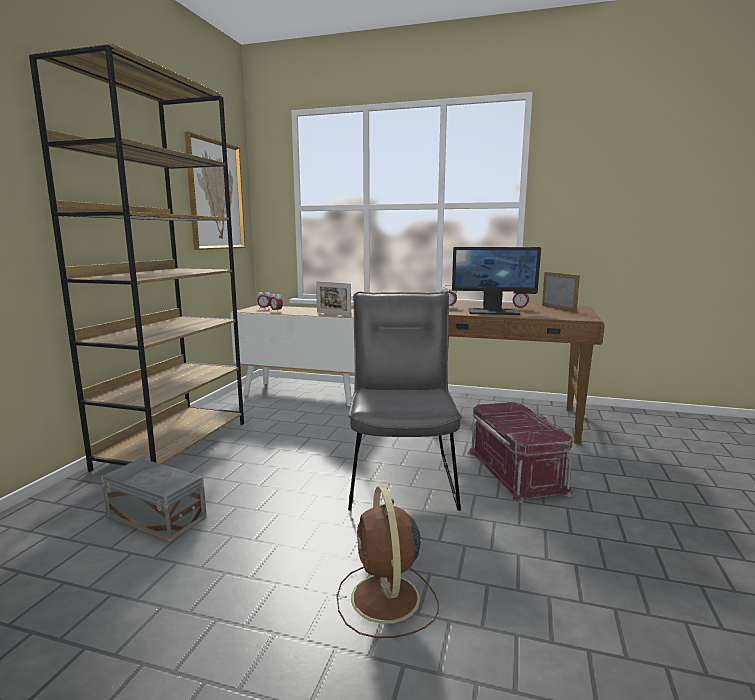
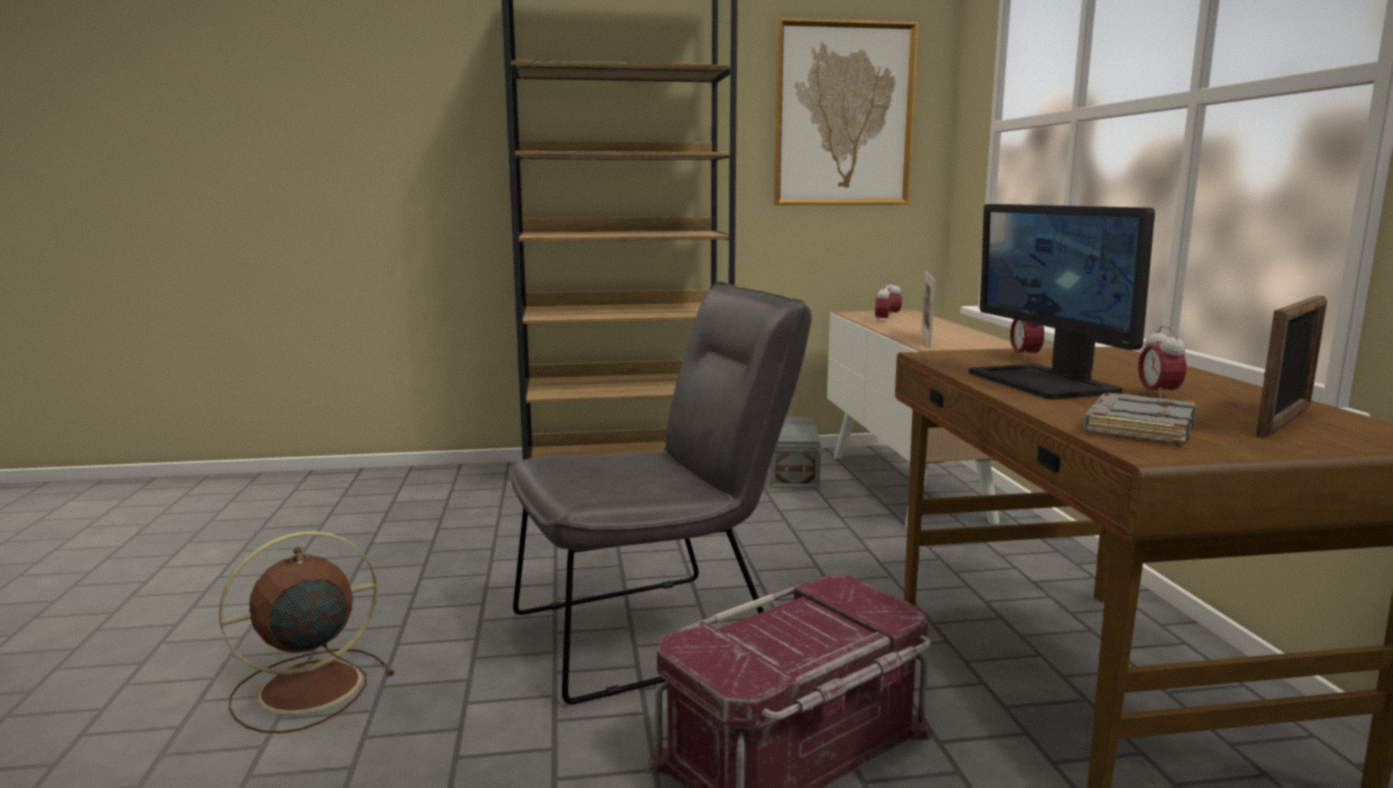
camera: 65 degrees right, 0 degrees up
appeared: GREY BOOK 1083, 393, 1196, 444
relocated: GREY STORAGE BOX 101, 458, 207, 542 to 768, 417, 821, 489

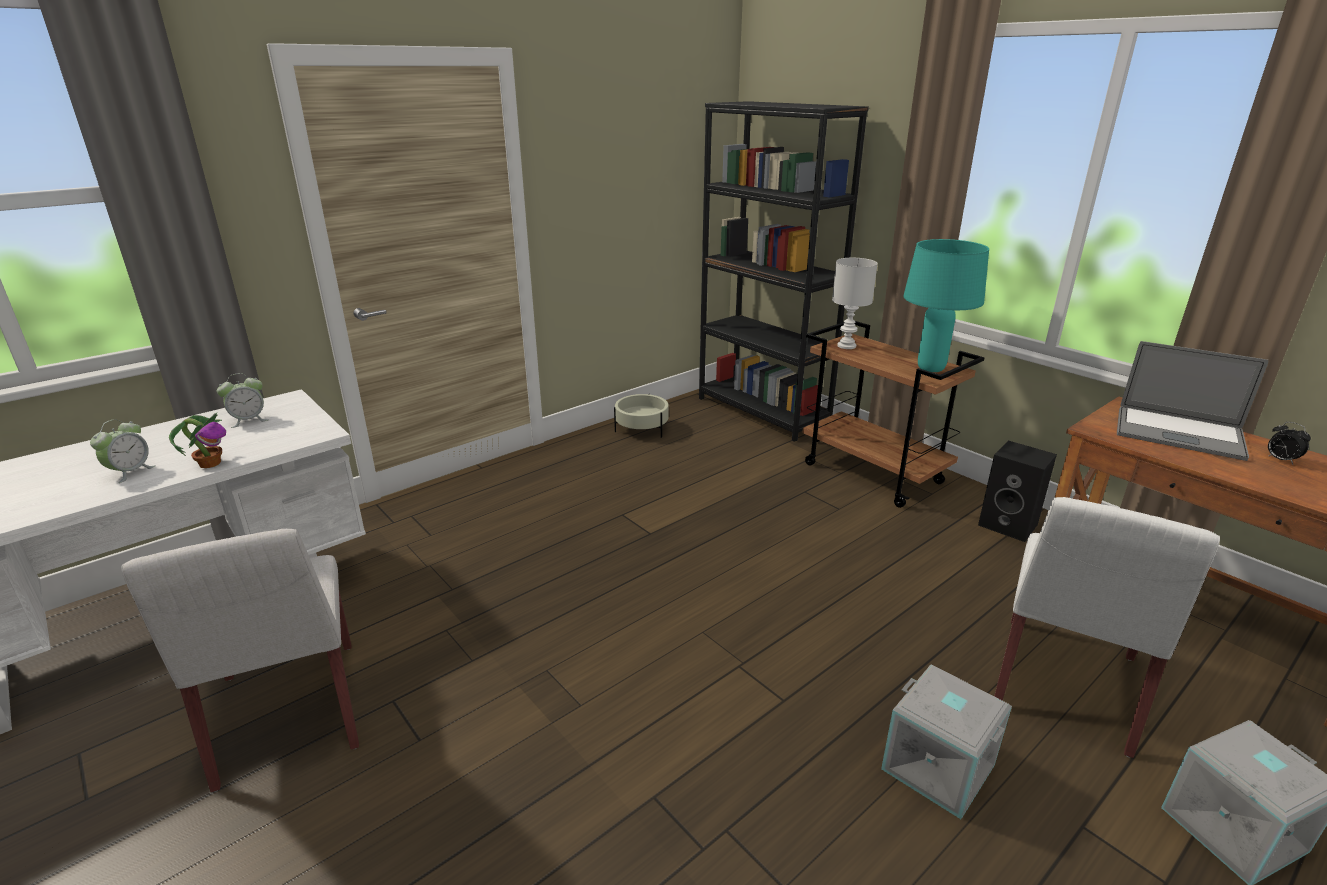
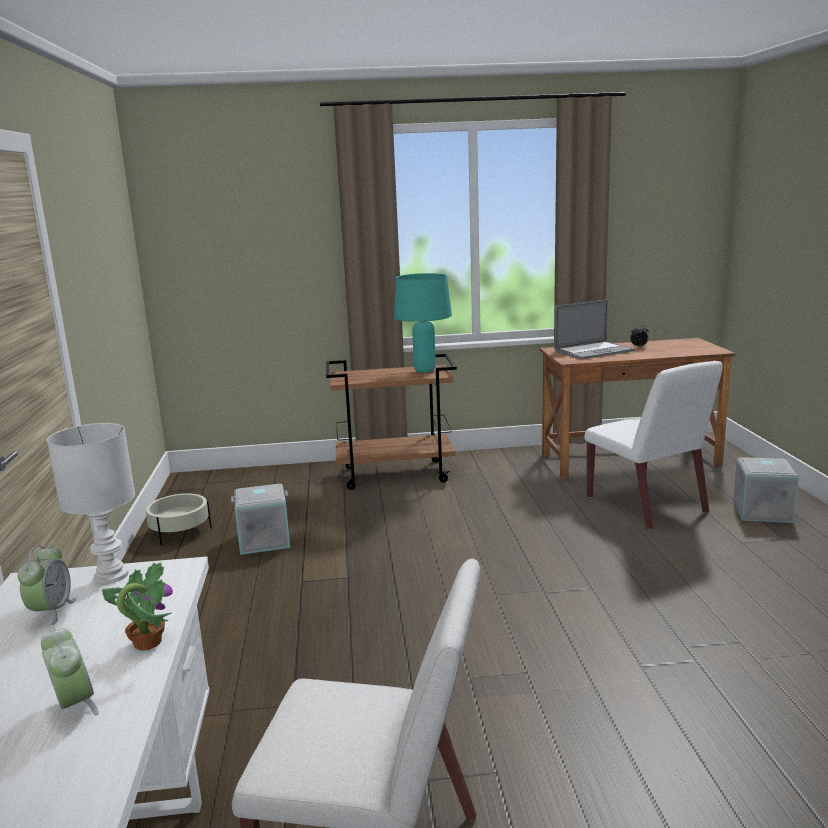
camera: 55 degrees left, 10 degrees down
missing: BLACK BOOKCASE 699, 101, 869, 442; BLACK SPEAKER 978, 440, 1057, 542
relocated: WHITE TABLE LAMP 832, 258, 878, 349 to 47, 423, 135, 584; GREY STORAGE BOX 881, 664, 1012, 819 to 231, 484, 290, 555

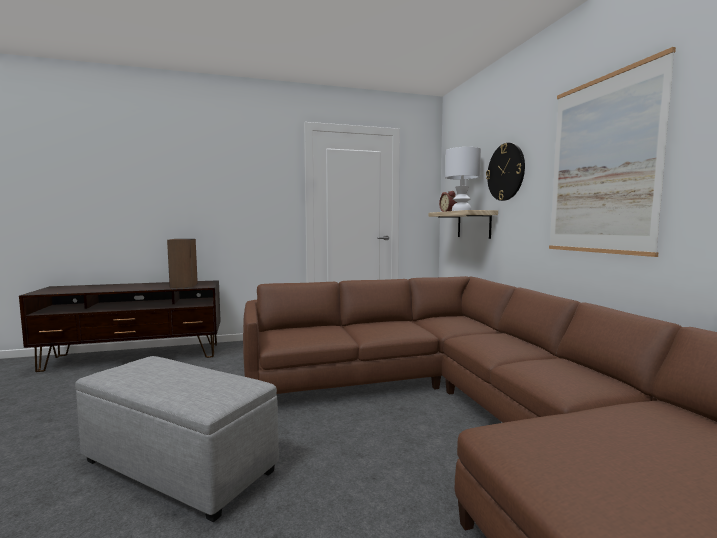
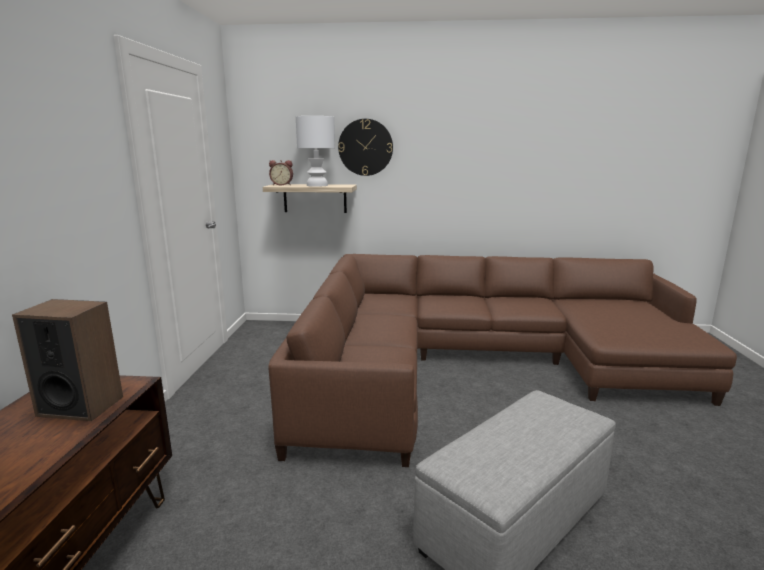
camera: 70 degrees left, 10 degrees up
missing: PICTURE 549, 47, 676, 257

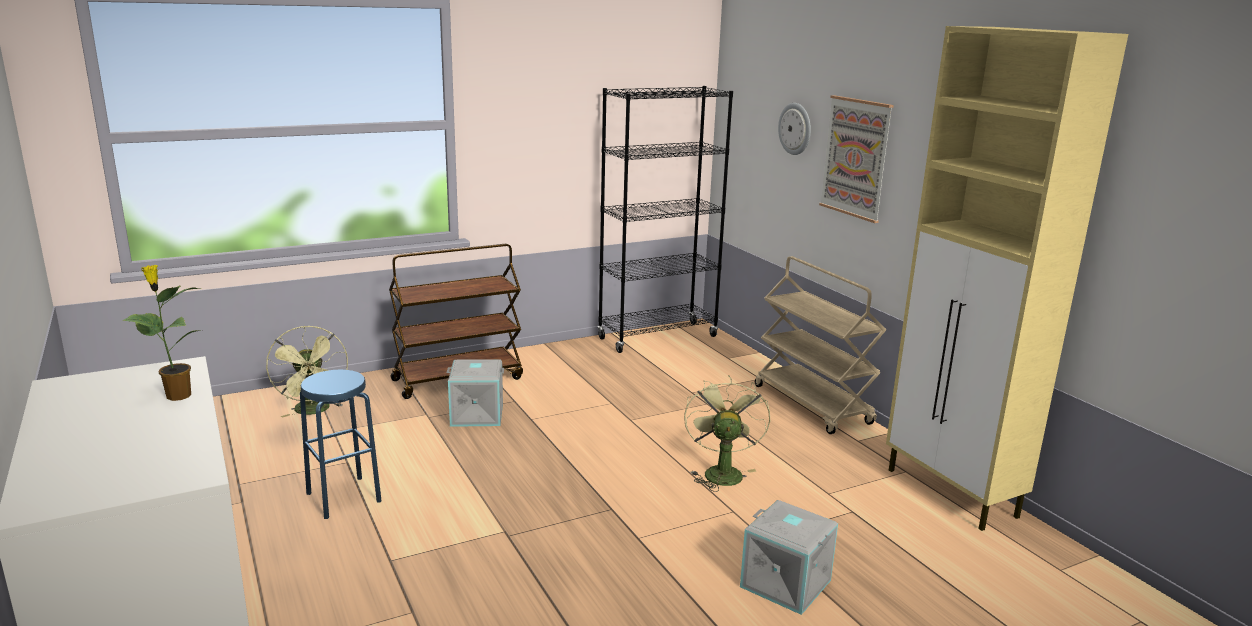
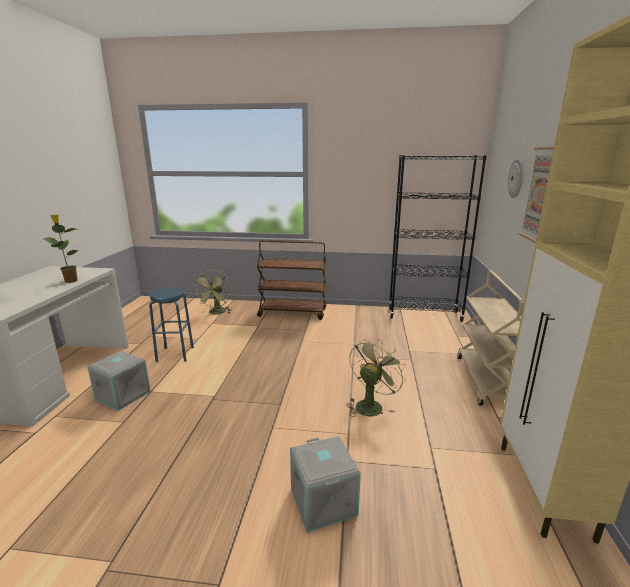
camera: 35 degrees right, 0 degrees up
relocated: GREY STORAGE BOX 447, 359, 504, 427 to 87, 351, 151, 411

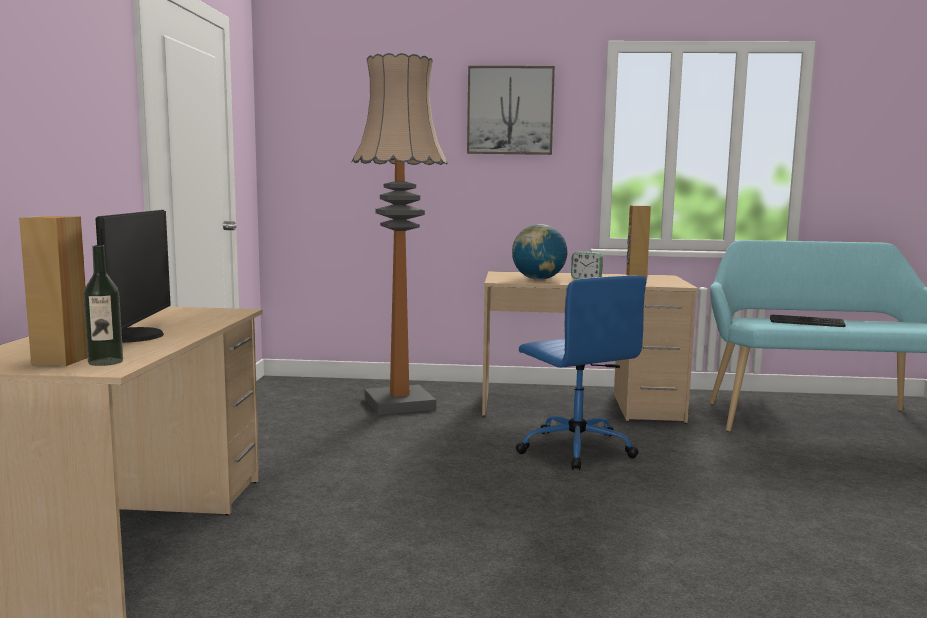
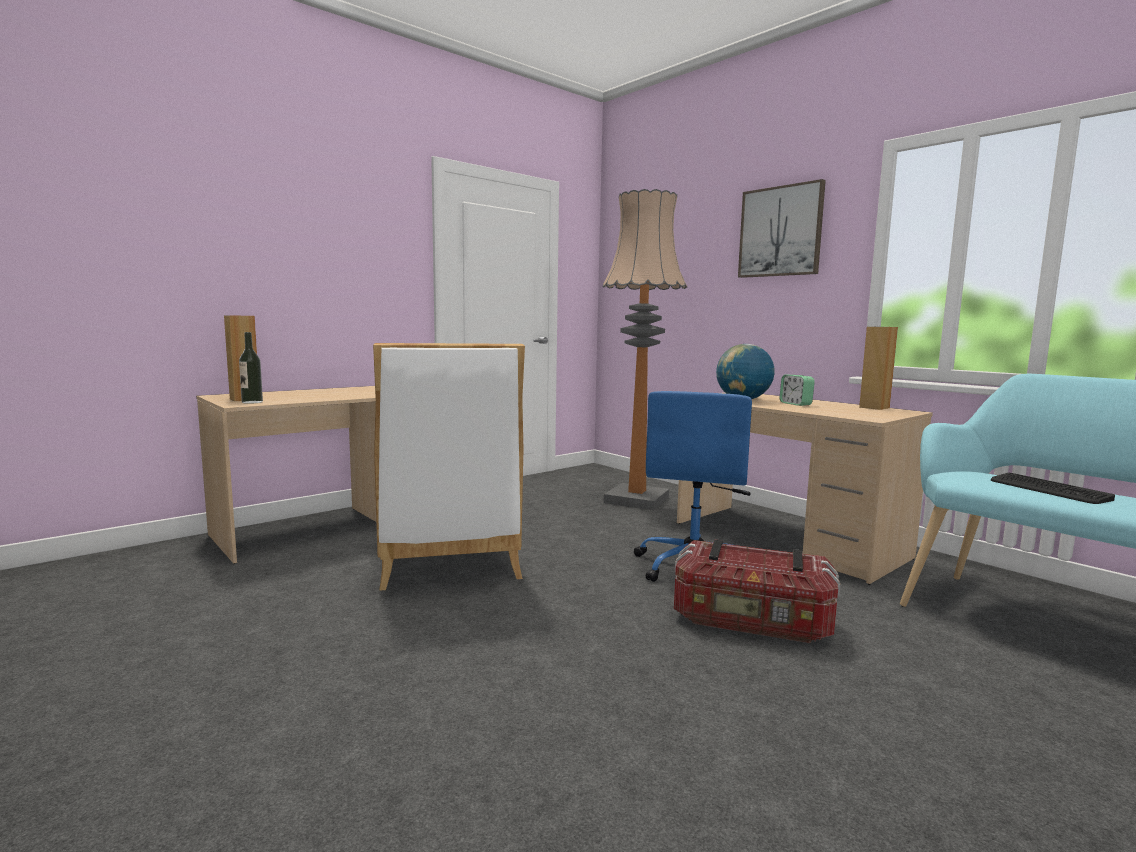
camera: 45 degrees right, 0 degrees up
missing: MONITOR 96, 210, 171, 343
appeared: WHITE CHAIR 373, 343, 525, 591; STORAGE BOX 674, 540, 840, 643

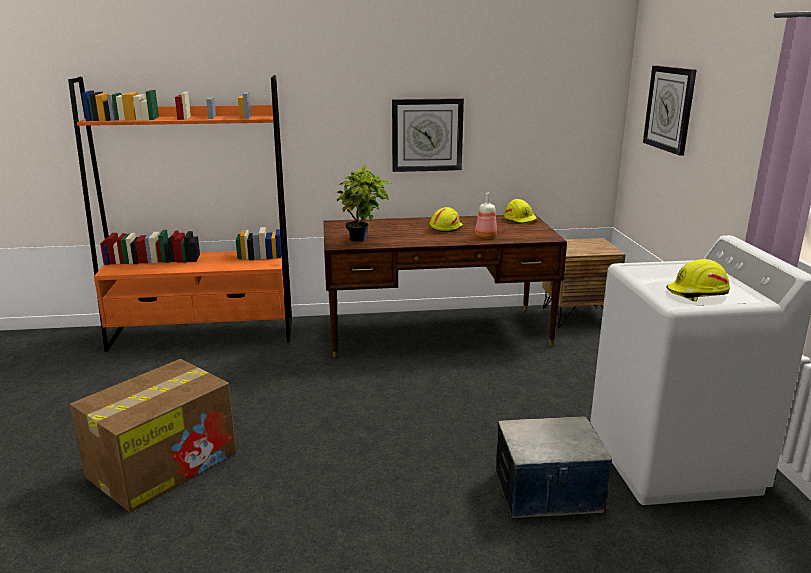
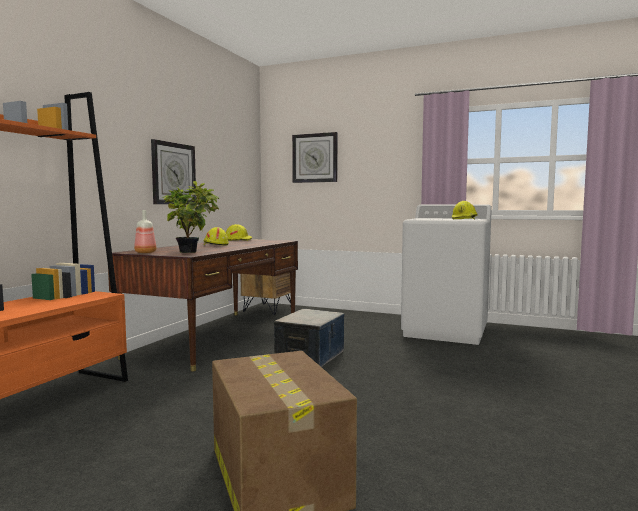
camera: 60 degrees left, 15 degrees down
relocated: BOTTLE 475, 193, 497, 238 to 134, 210, 156, 253; STORAGE BOX 496, 416, 612, 518 to 274, 309, 345, 367

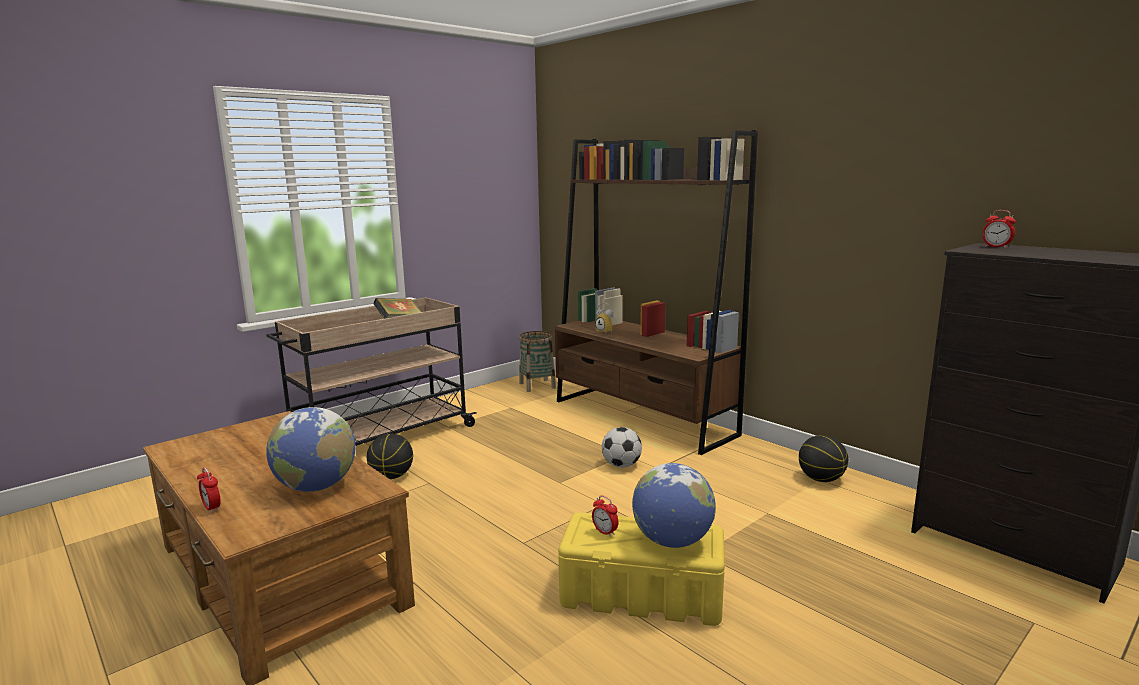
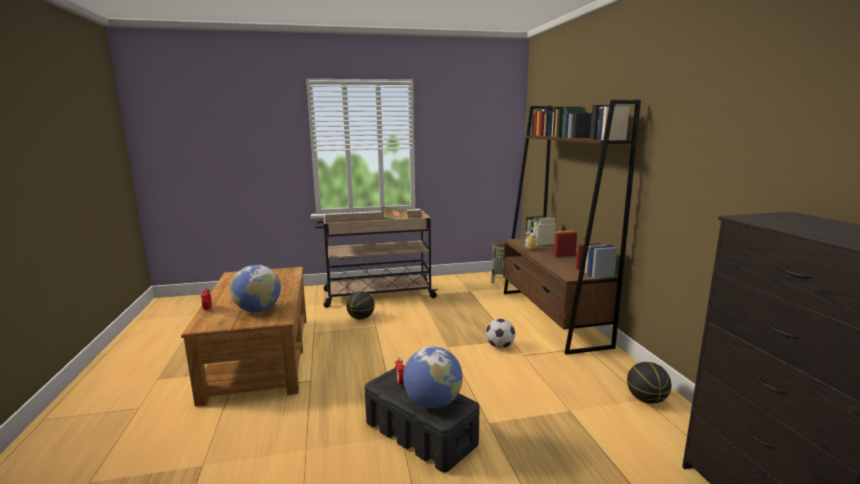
camera: 30 degrees right, 0 degrees up
missing: ALARM CLOCK 982, 210, 1016, 248
colour: YELLOW STORAGE BOX 558, 512, 725, 626 to BLACK STORAGE BOX 365, 368, 480, 472

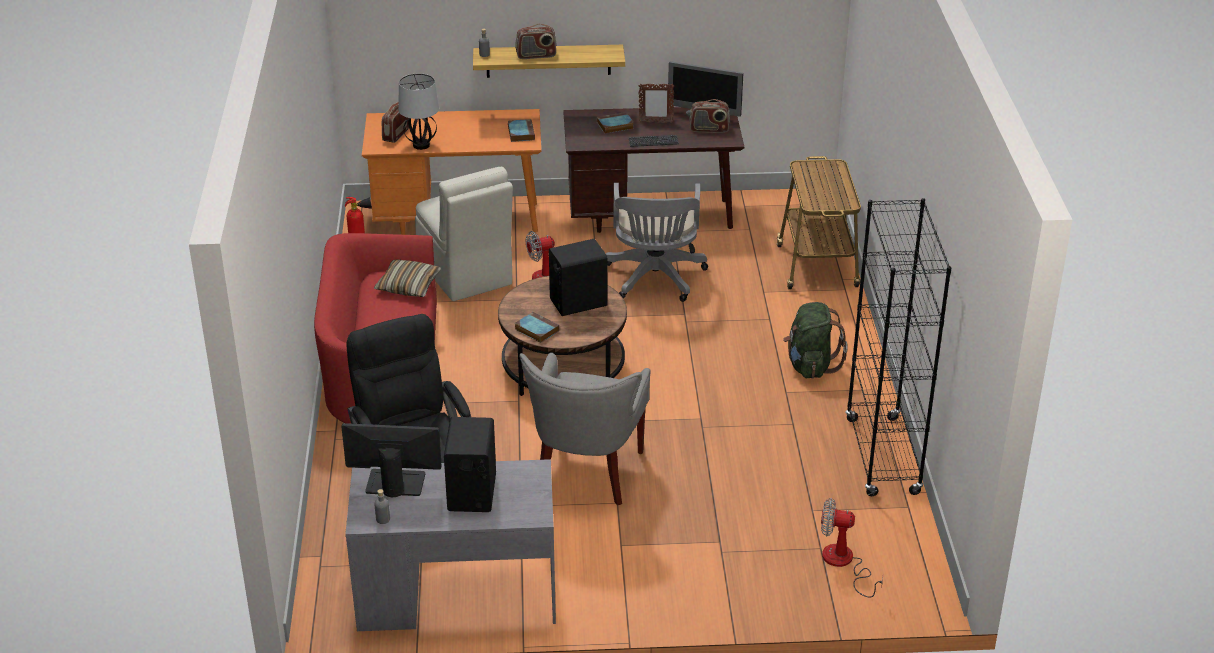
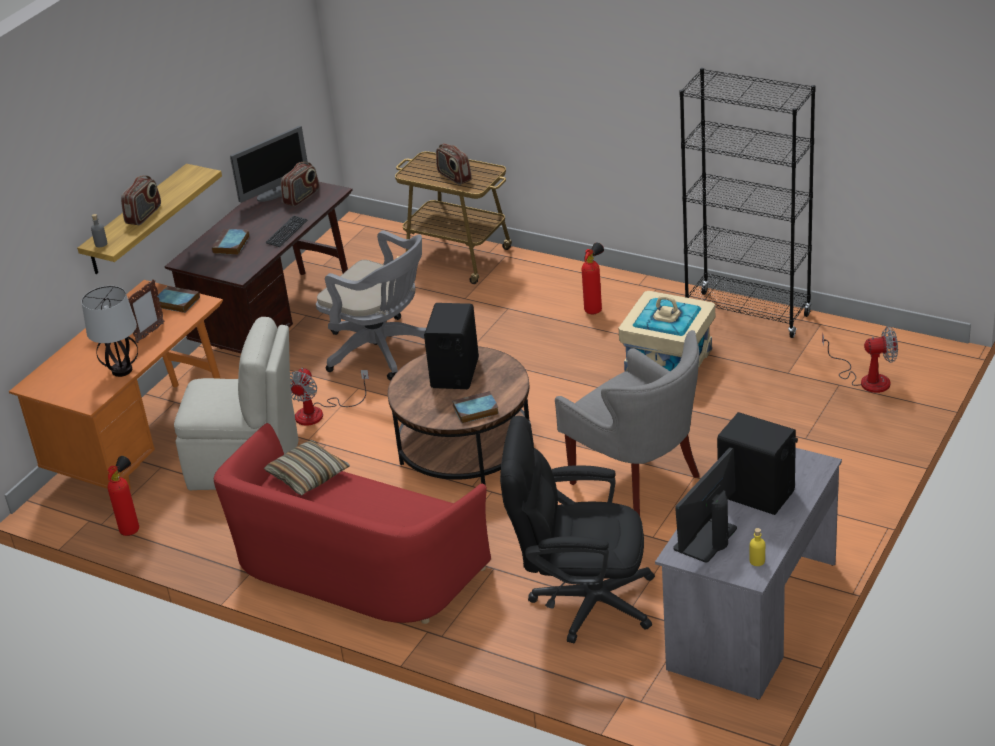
camera: 55 degrees left, 0 degrees up
appeared: BEIGE STORAGE BOX 619, 291, 715, 372
relocated: RADIO 382, 102, 409, 143 to 436, 143, 472, 185; PICTURE FRAME 638, 84, 674, 123 to 128, 279, 165, 343
exchanged: GREEN BACKPACK 783, 302, 848, 379 to FIRE EXTINGUISHER 582, 243, 604, 314
colour: GREY BOTTLE 375, 489, 390, 524 to YELLOW BOTTLE 750, 528, 765, 566
spun: FAN 821, 498, 883, 598 = 822, 326, 898, 393 135 degrees counterclockwise

